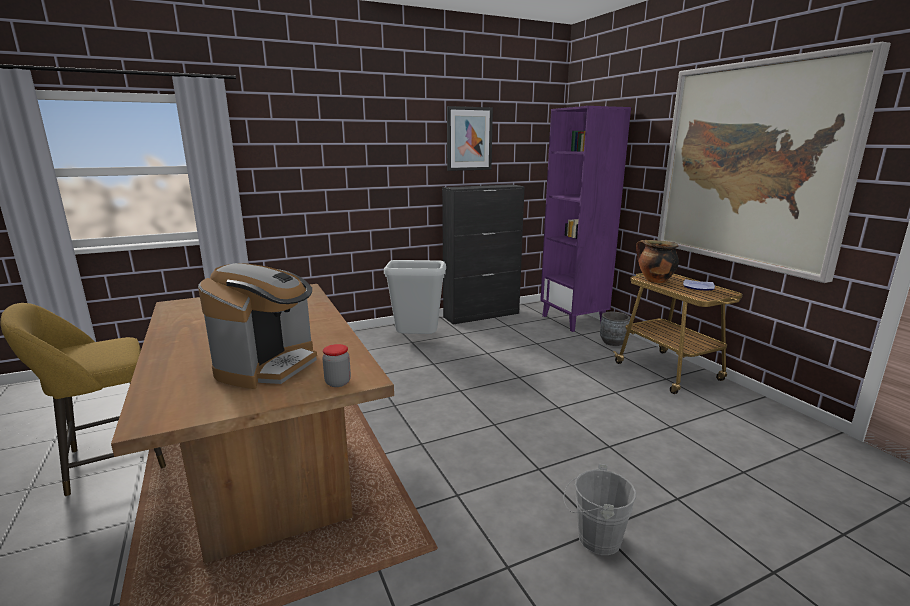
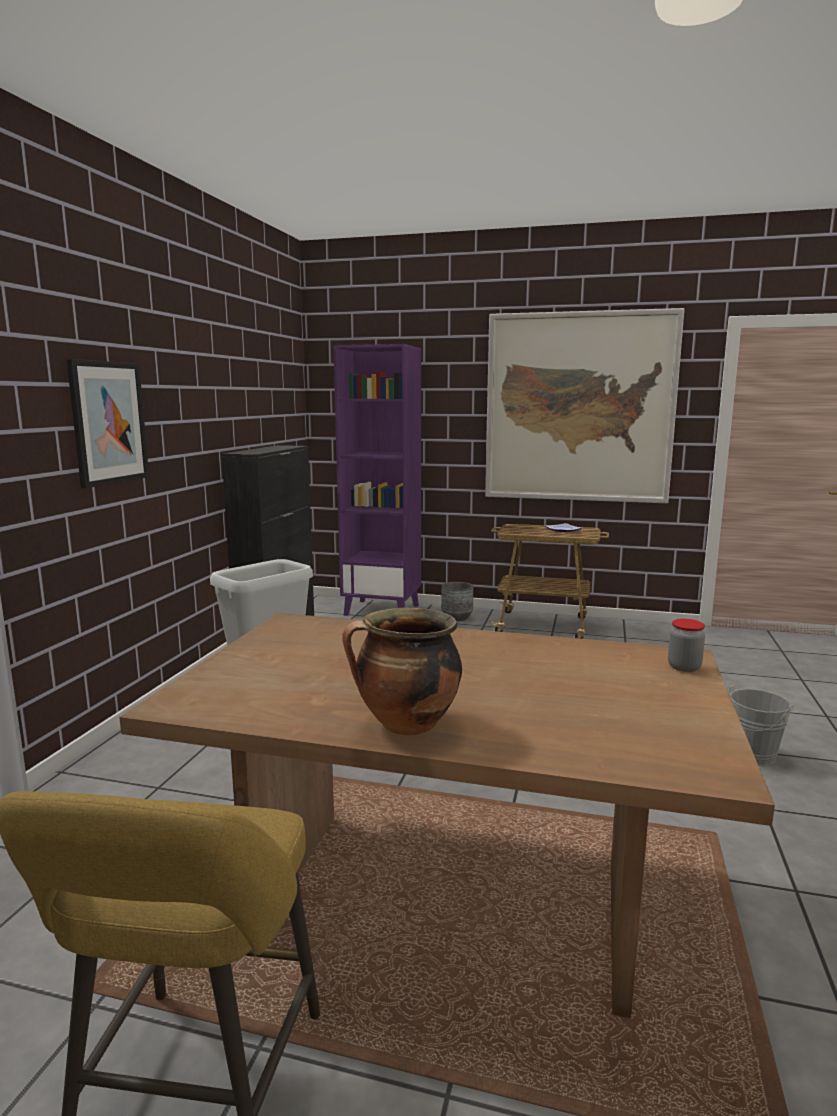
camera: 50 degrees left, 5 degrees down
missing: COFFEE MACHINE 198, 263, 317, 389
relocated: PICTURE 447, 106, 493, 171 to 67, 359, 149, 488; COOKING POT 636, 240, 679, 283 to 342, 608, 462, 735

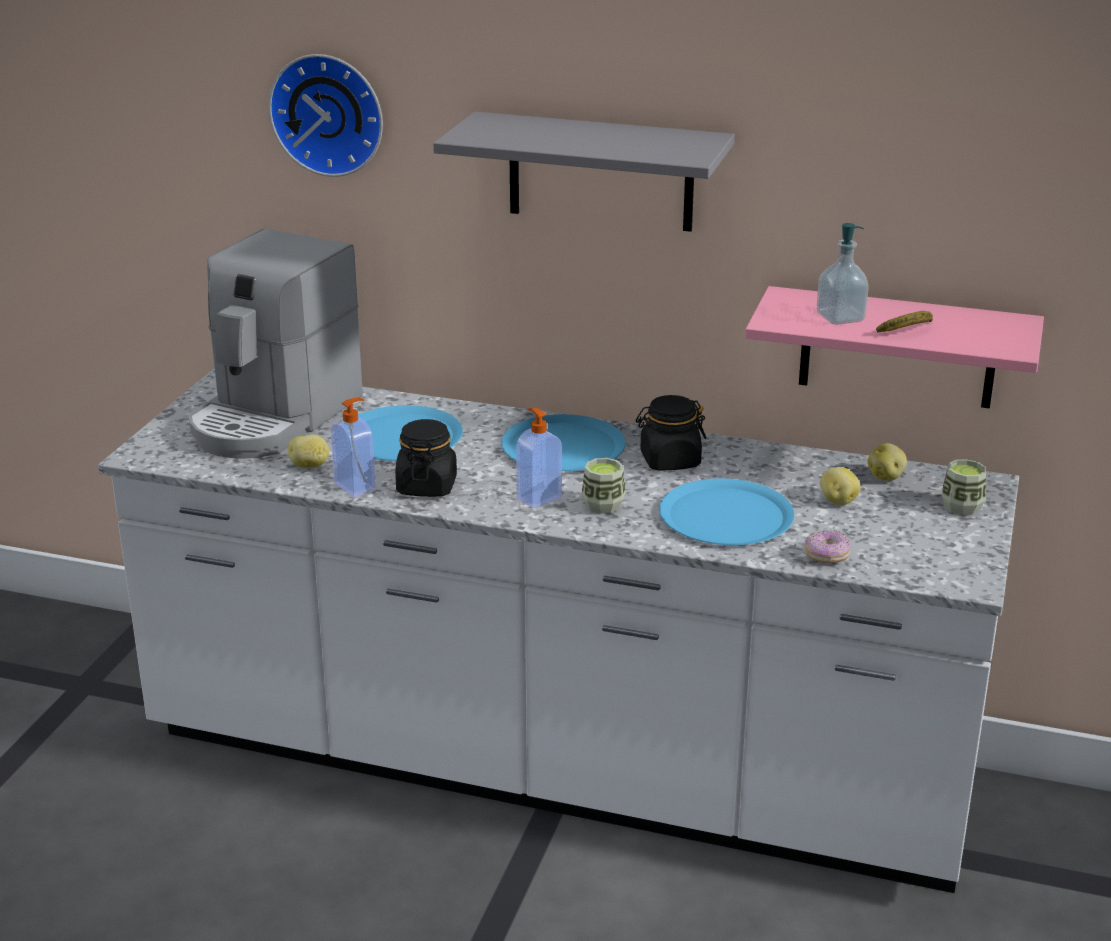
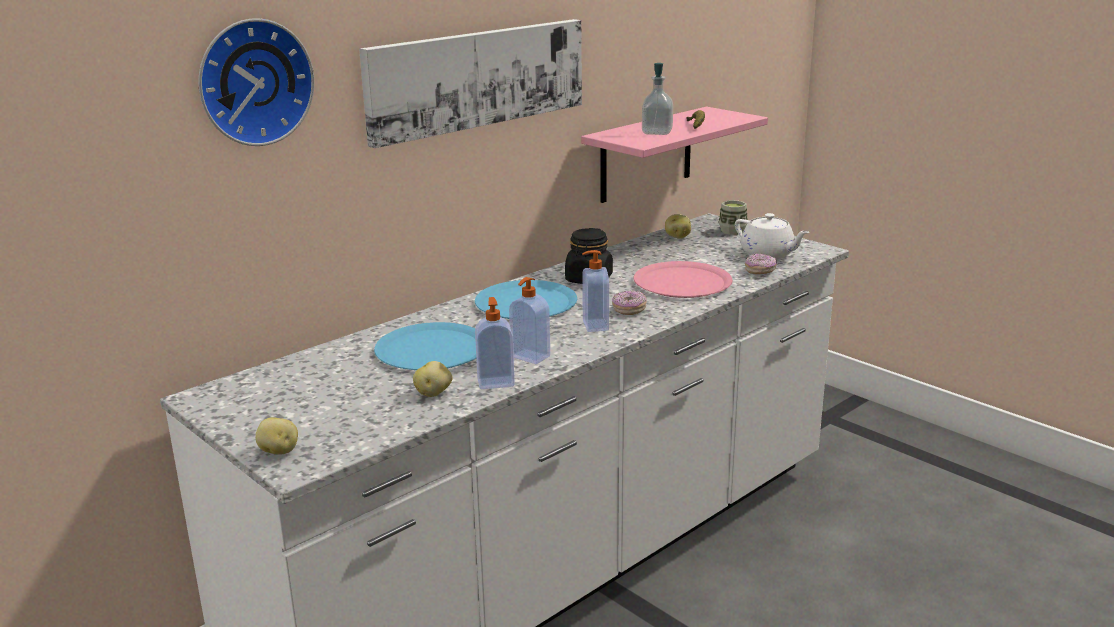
camera: 60 degrees left, 5 degrees down
missing: COFFEE MACHINE 188, 229, 363, 459
appeared: WHITE TEAPOT 735, 213, 809, 259
relocated: POTATO 820, 467, 860, 505 to 255, 417, 298, 455
exchanged: BLACK JAR 395, 419, 457, 497 to SOAP DISPENSER 509, 277, 550, 364; GREY SHELF 433, 112, 735, 232 to PICTURE 359, 19, 582, 148; CUP 582, 458, 625, 514 to DONUT 612, 290, 647, 315
colour: BLUE PLATE 659, 479, 794, 545 to PINK PLATE 634, 261, 733, 298

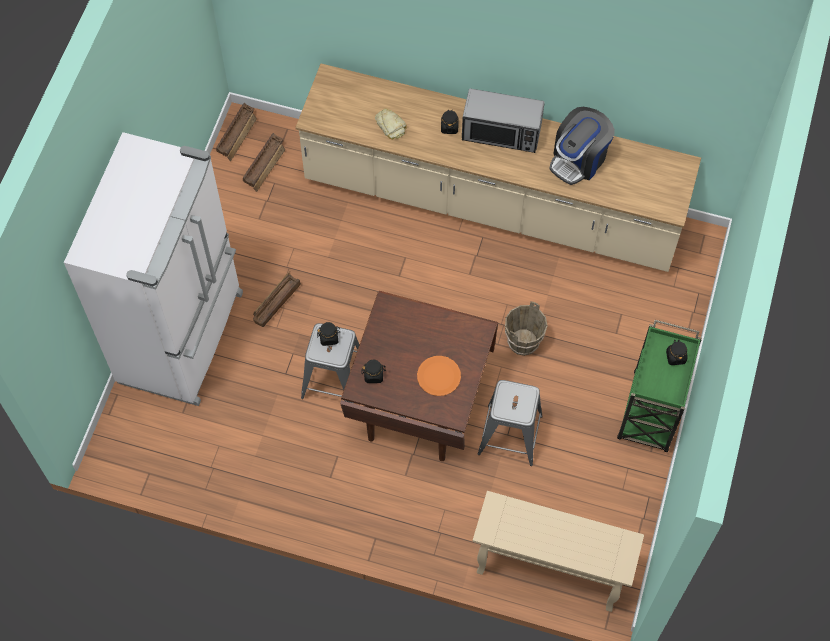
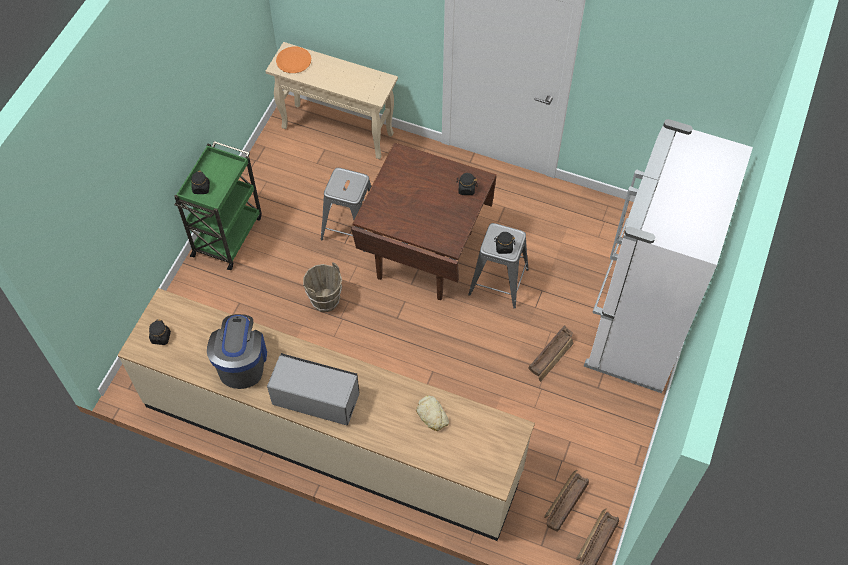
camera: 175 degrees left, 5 degrees down
relocated: ORANGE PLATE 417, 356, 461, 396 to 276, 47, 311, 73; BLACK JAR 441, 109, 459, 134 to 149, 319, 171, 345
spun: COFFEE MACHINE 549, 107, 615, 185 = 207, 314, 267, 389 45 degrees counterclockwise

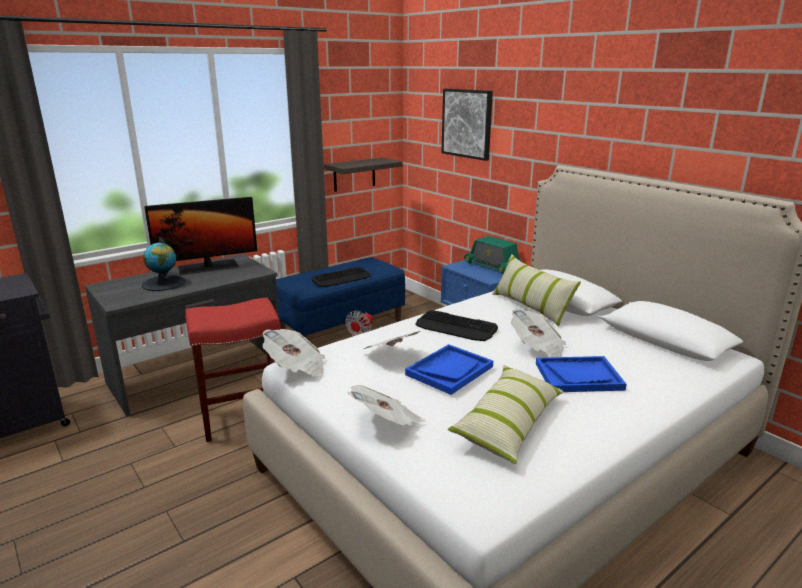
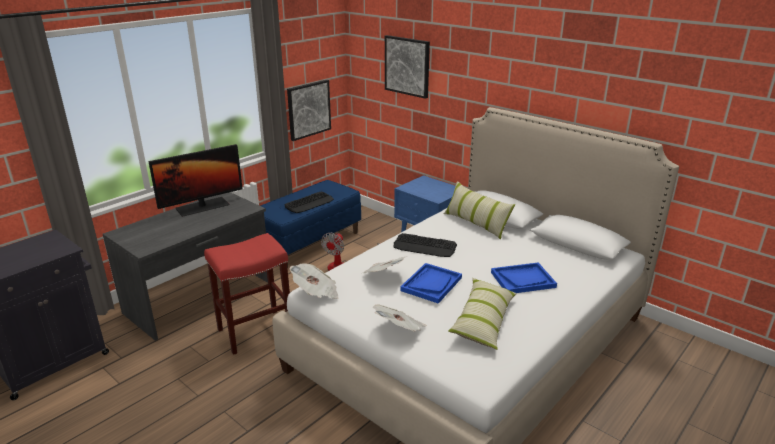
camera: 10 degrees left, 5 degrees up
missing: GLOBE 142, 237, 186, 291; RADIO 464, 236, 522, 274; NEWSPAPER 511, 309, 566, 357
exchanged: SHELF 324, 158, 403, 192 to PICTURE 287, 80, 331, 141

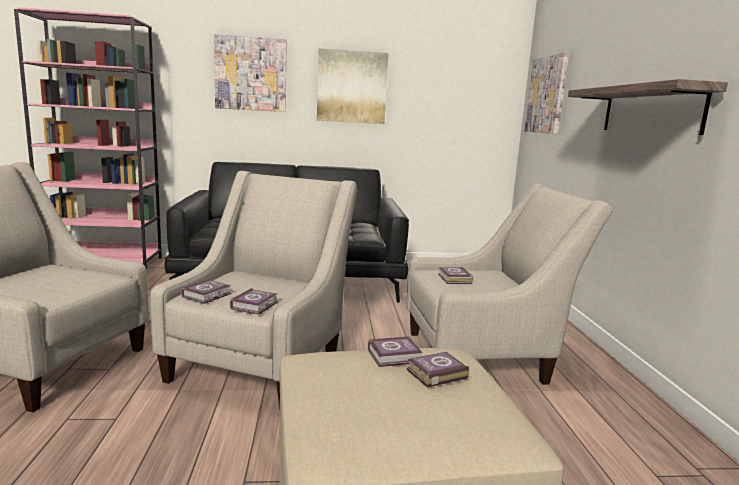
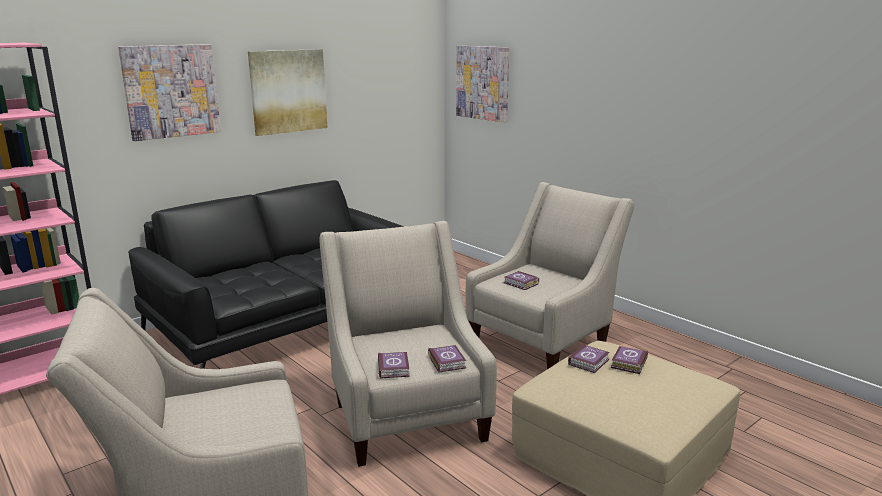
camera: 35 degrees left, 5 degrees up
missing: SHELF 568, 79, 728, 135

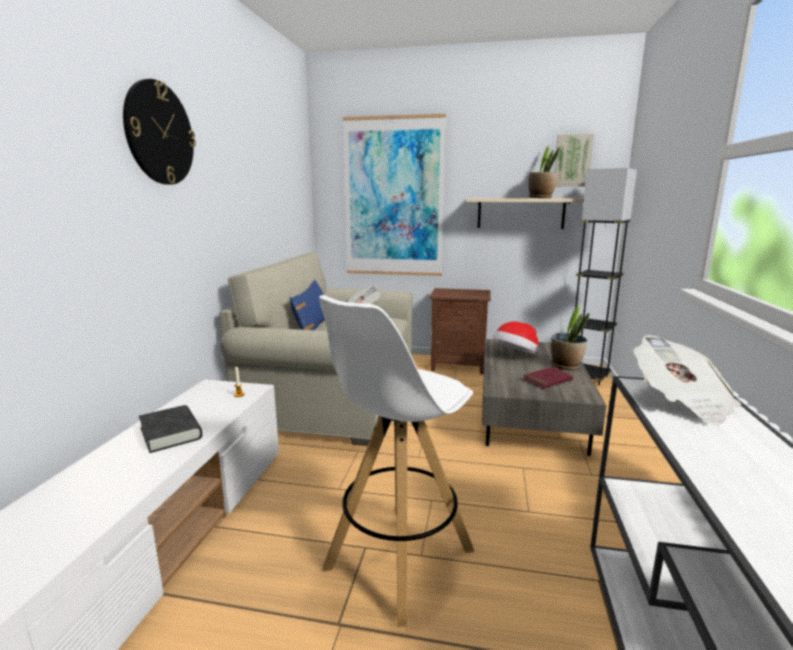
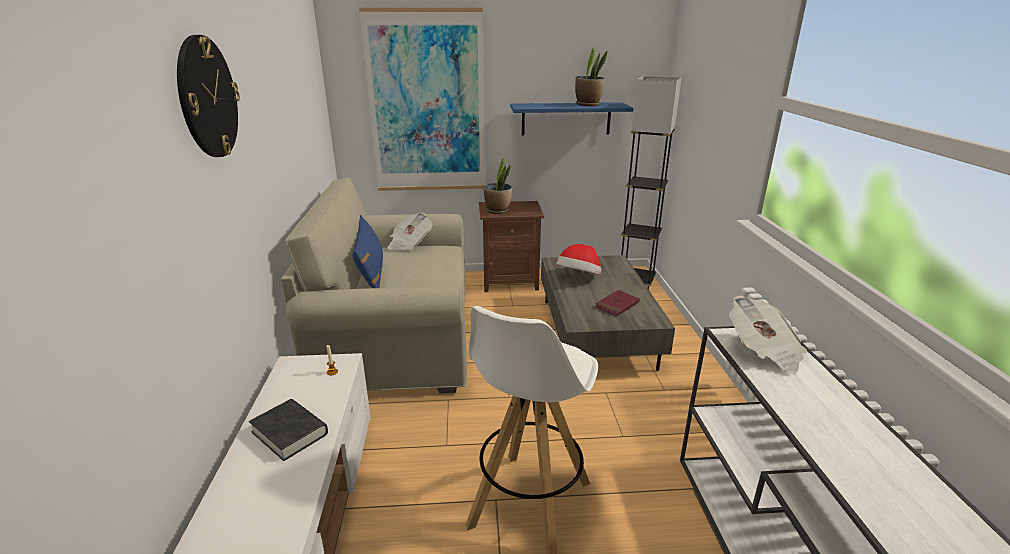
camera: 15 degrees left, 10 degrees up
missing: PICTURE 555, 134, 594, 187
relocated: POTTED PLANT 551, 304, 590, 370 to 484, 157, 512, 214
colour: BEIGE SHELF 466, 198, 584, 229 to BLUE SHELF 510, 102, 633, 136

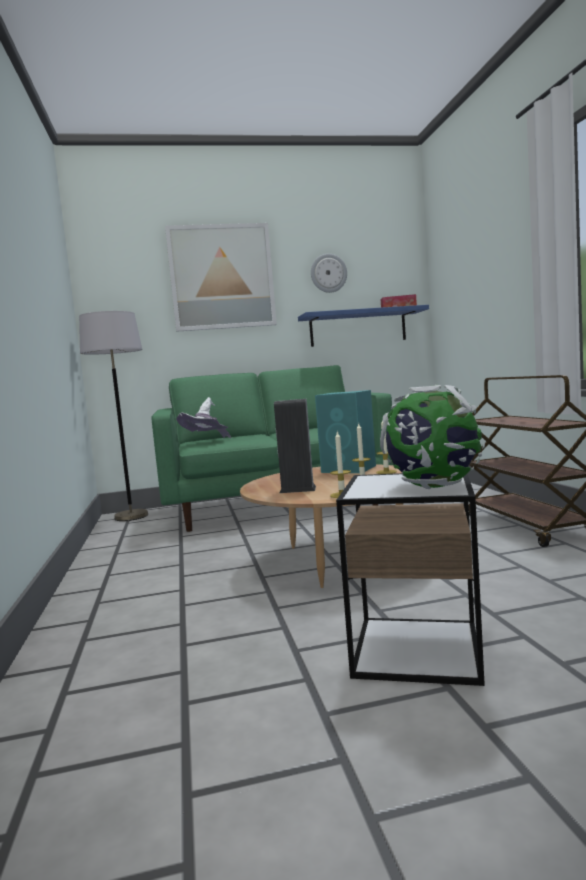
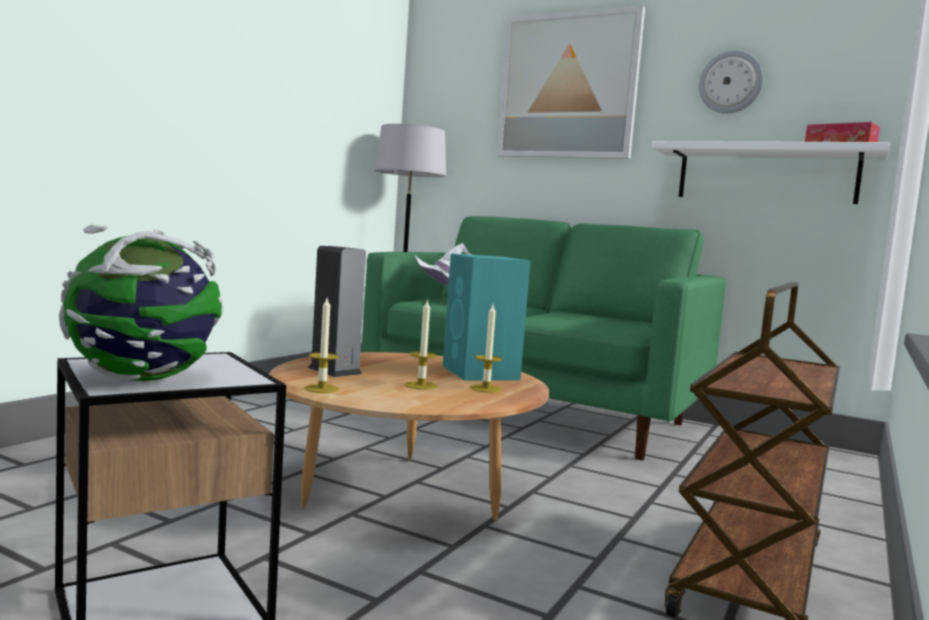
camera: 40 degrees right, 0 degrees up
colour: BLUE SHELF 298, 305, 429, 347 to WHITE SHELF 652, 141, 890, 204

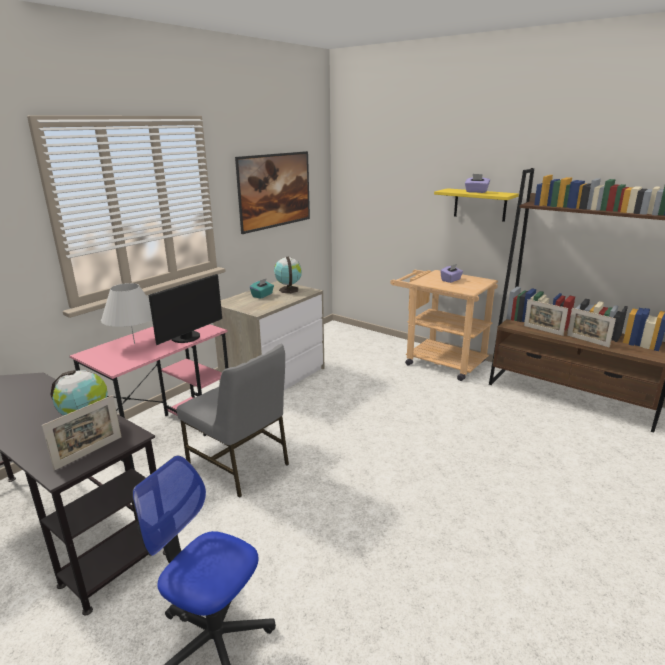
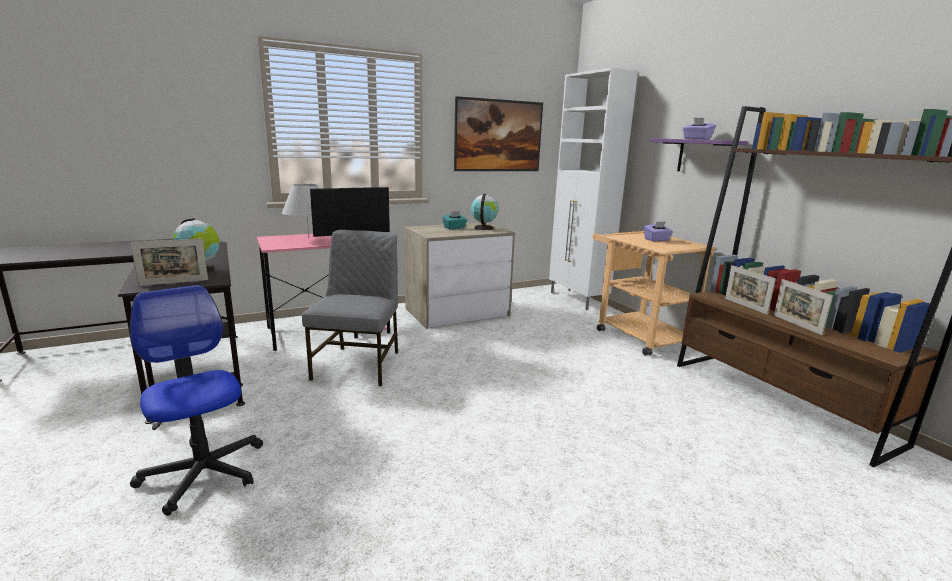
camera: 25 degrees right, 5 degrees down
appeared: WHITE CABINET 549, 68, 638, 310
colour: YELLOW SHELF 434, 188, 519, 222 to PURPLE SHELF 650, 138, 748, 171
spun: GREY CHAIR 177, 344, 289, 498 = 302, 230, 398, 386 150 degrees counterclockwise

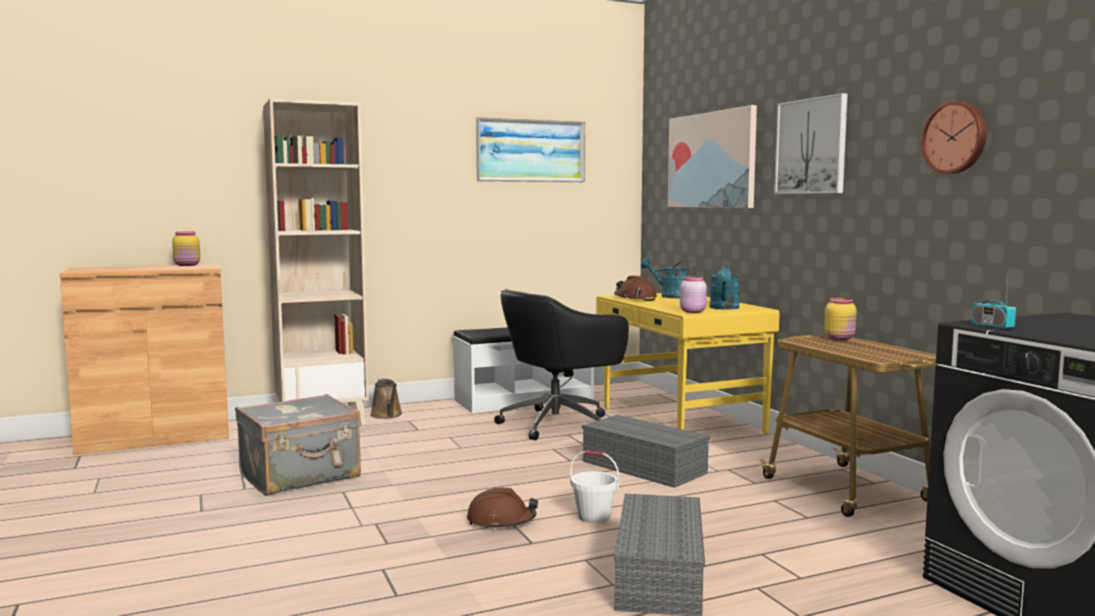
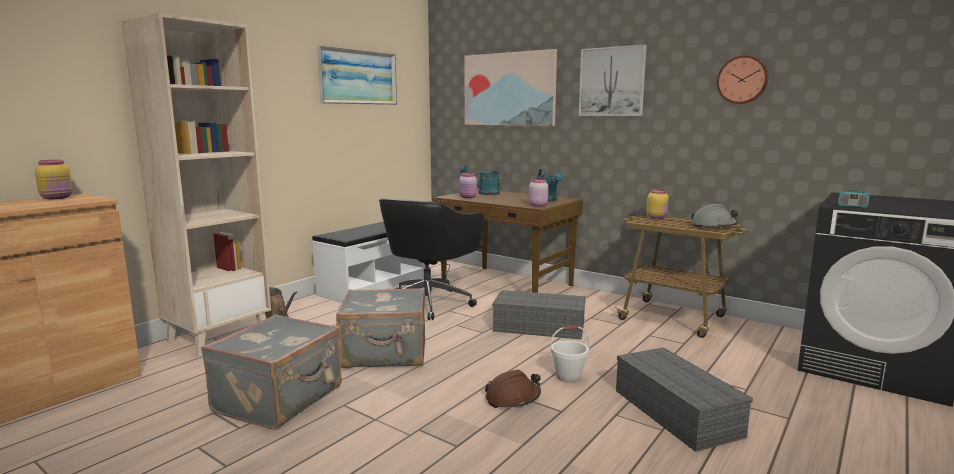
camera: 30 degrees left, 5 degrees up
appeared: GREY SUITCASE 336, 287, 425, 368; GREY HARD HAT 691, 204, 739, 228
exchanged: BROWN HARD HAT 614, 276, 657, 301 to PINK JAR 459, 173, 477, 198
colour: YELLOW DESK 596, 293, 780, 434 to BROWN DESK 432, 189, 583, 293

